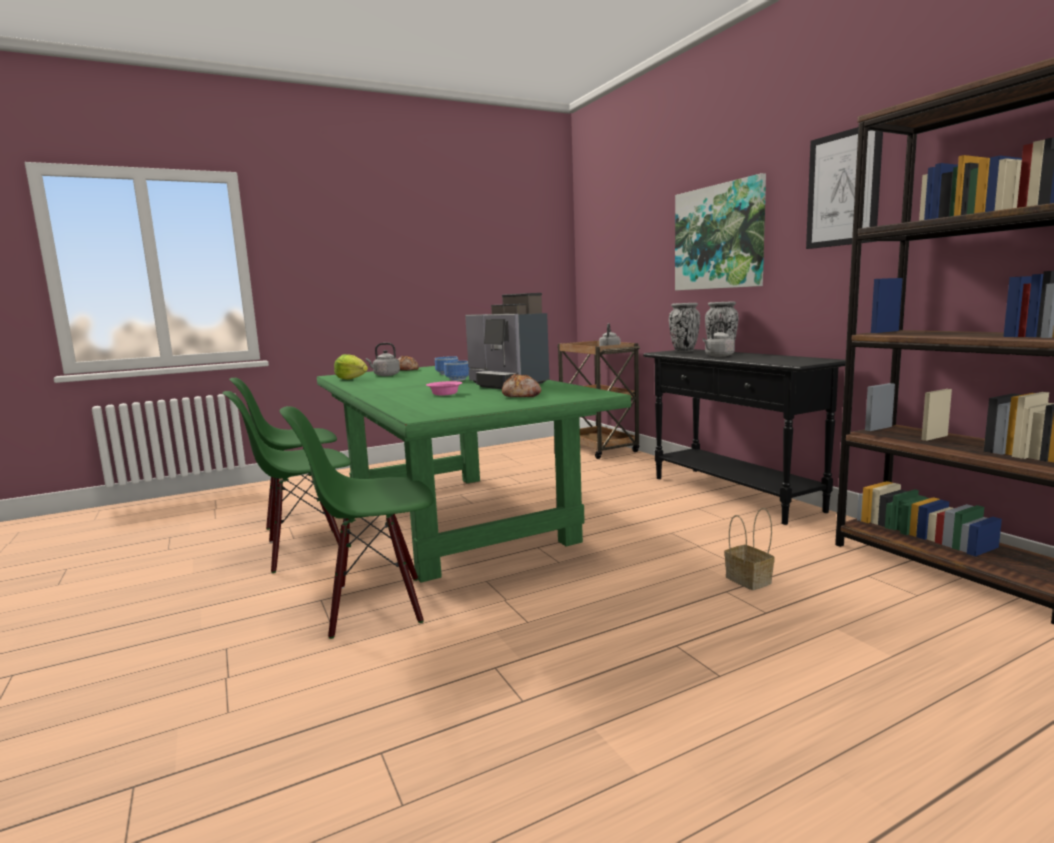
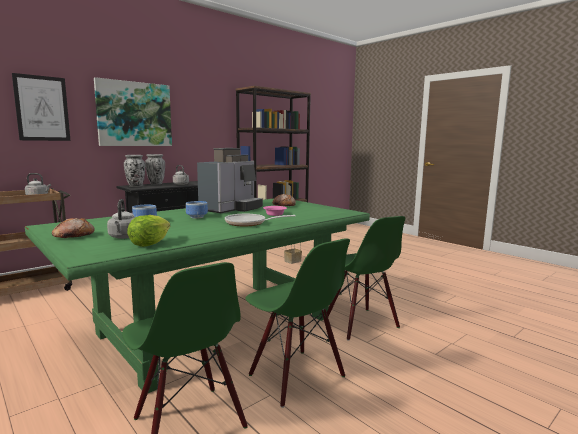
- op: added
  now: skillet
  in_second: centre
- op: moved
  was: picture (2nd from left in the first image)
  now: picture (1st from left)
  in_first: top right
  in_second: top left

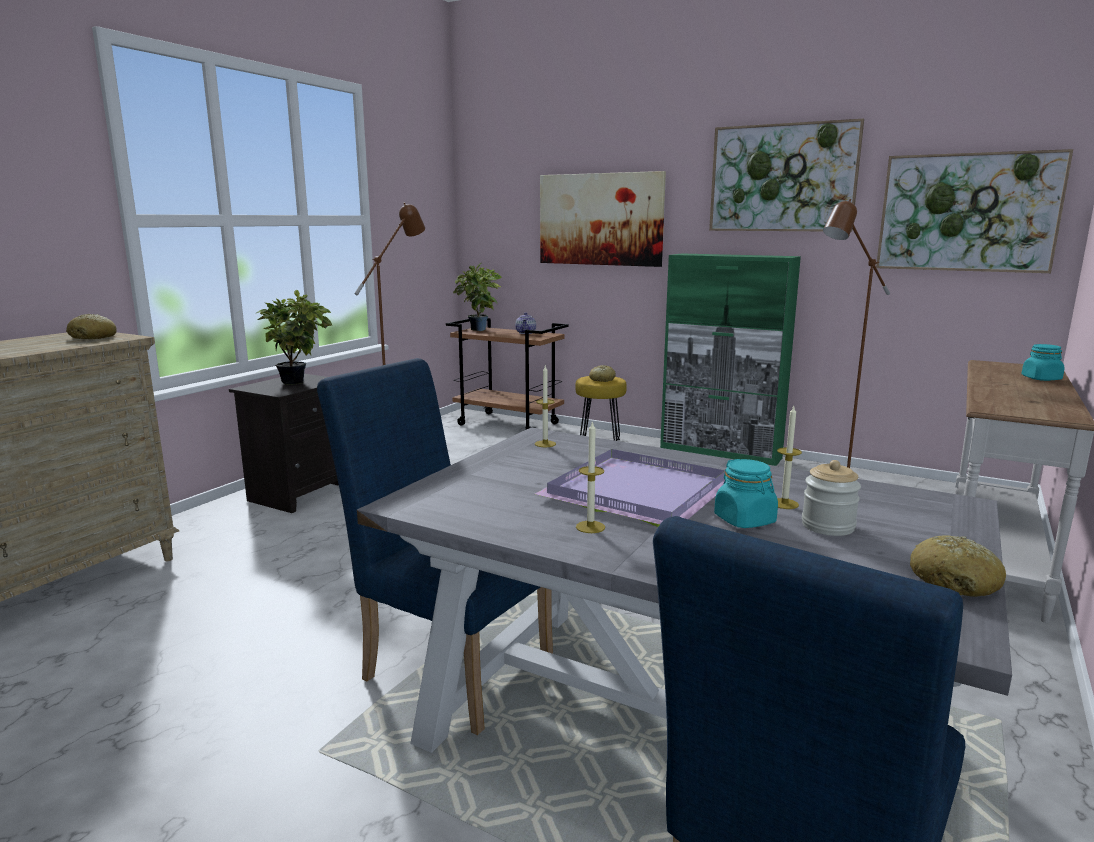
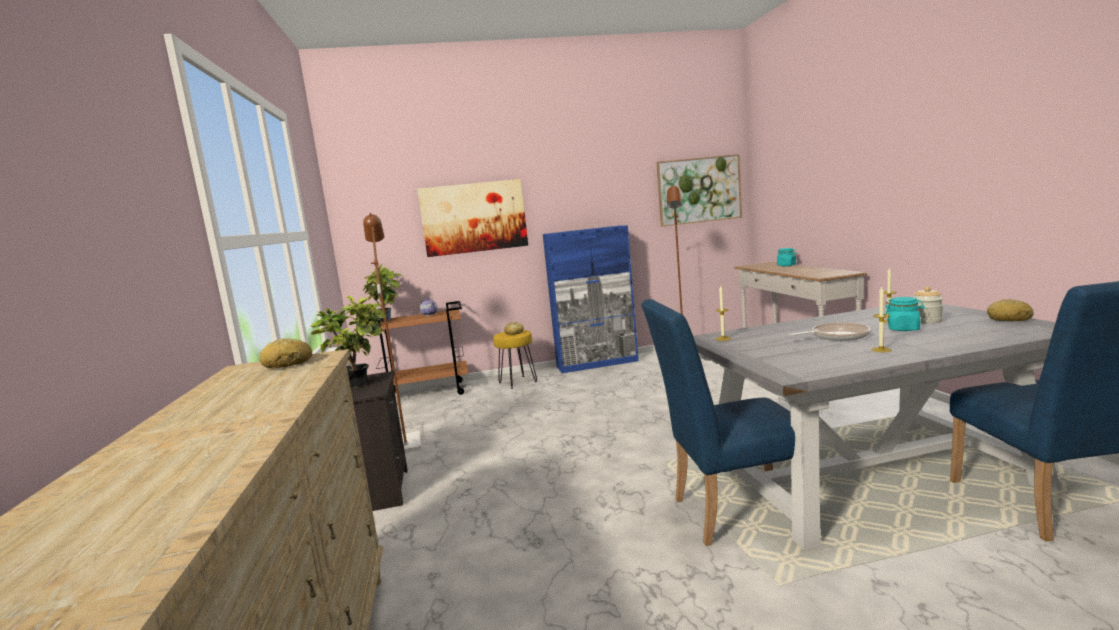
- op: removed
  was: picture (2nd from left)
  in_first: top right
- op: replaced
  was: tray/purplish
  now: skillet
  in_first: centre
  in_second: middle right
- op: recoloured
  was: cupboard/greenish
  now: cupboard/bluish
  in_first: middle right
  in_second: centre

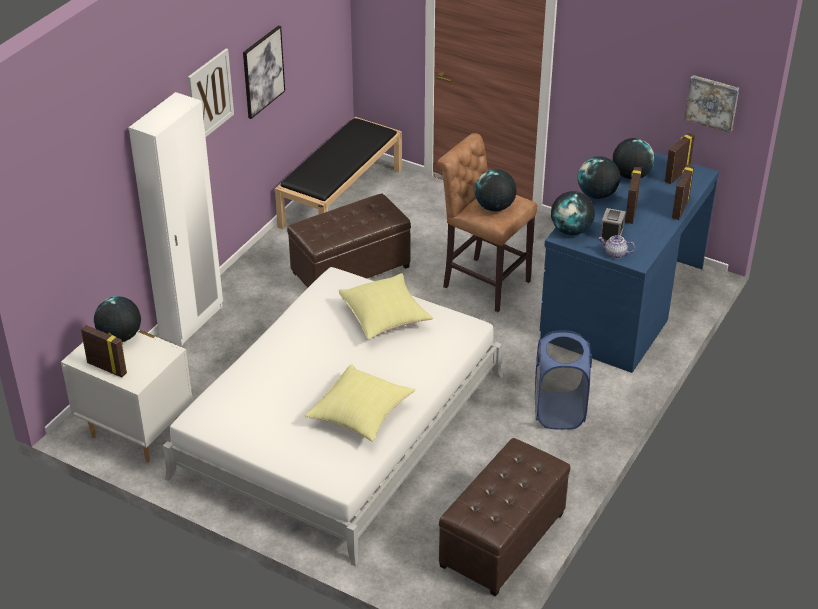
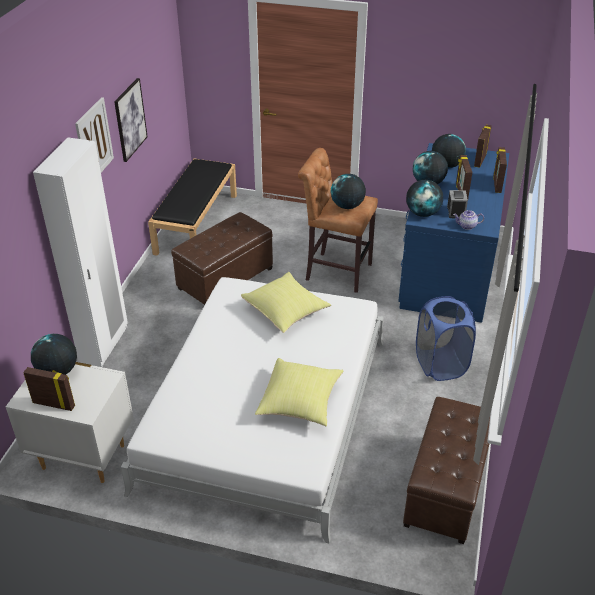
- op: removed
  was: picture (3rd from left)
  in_first: top right

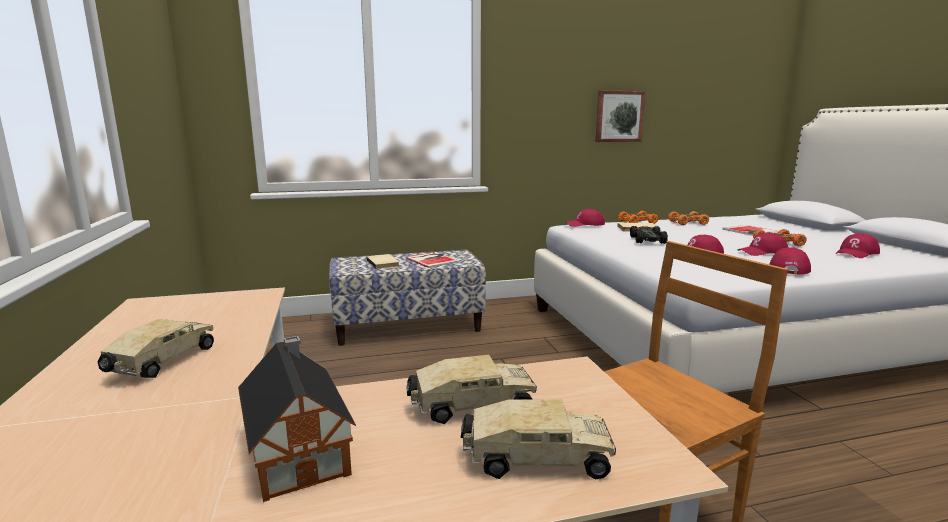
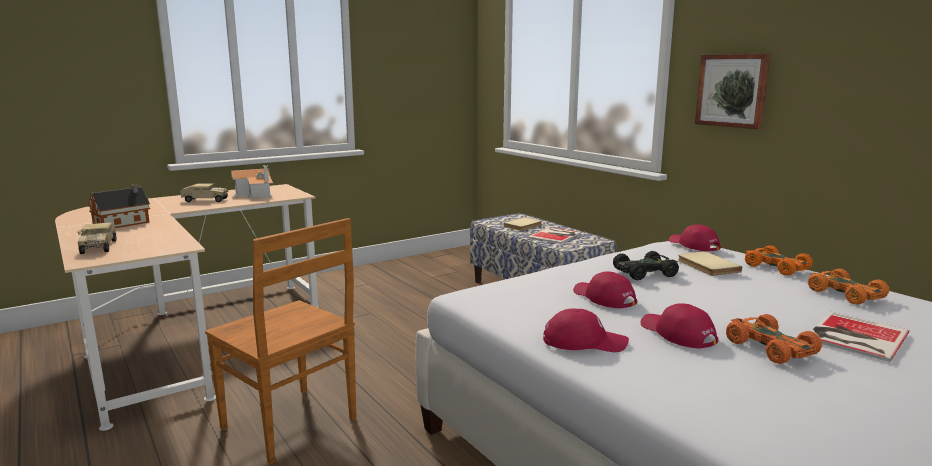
- op: removed
  was: toy truck (2nd from left)
  in_first: bottom centre
- op: removed
  was: cap/red-coloured (5th from left)
  in_first: middle right
- op: added
  now: miniature house (2nd from left)
  in_second: middle left
- op: moved
  was: picture
  in_first: top centre
  in_second: top right

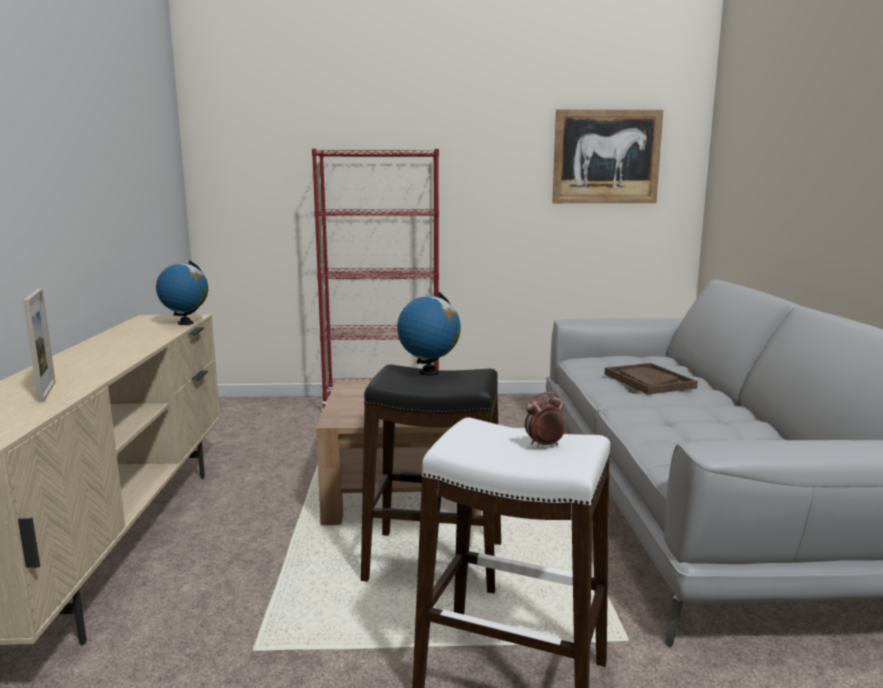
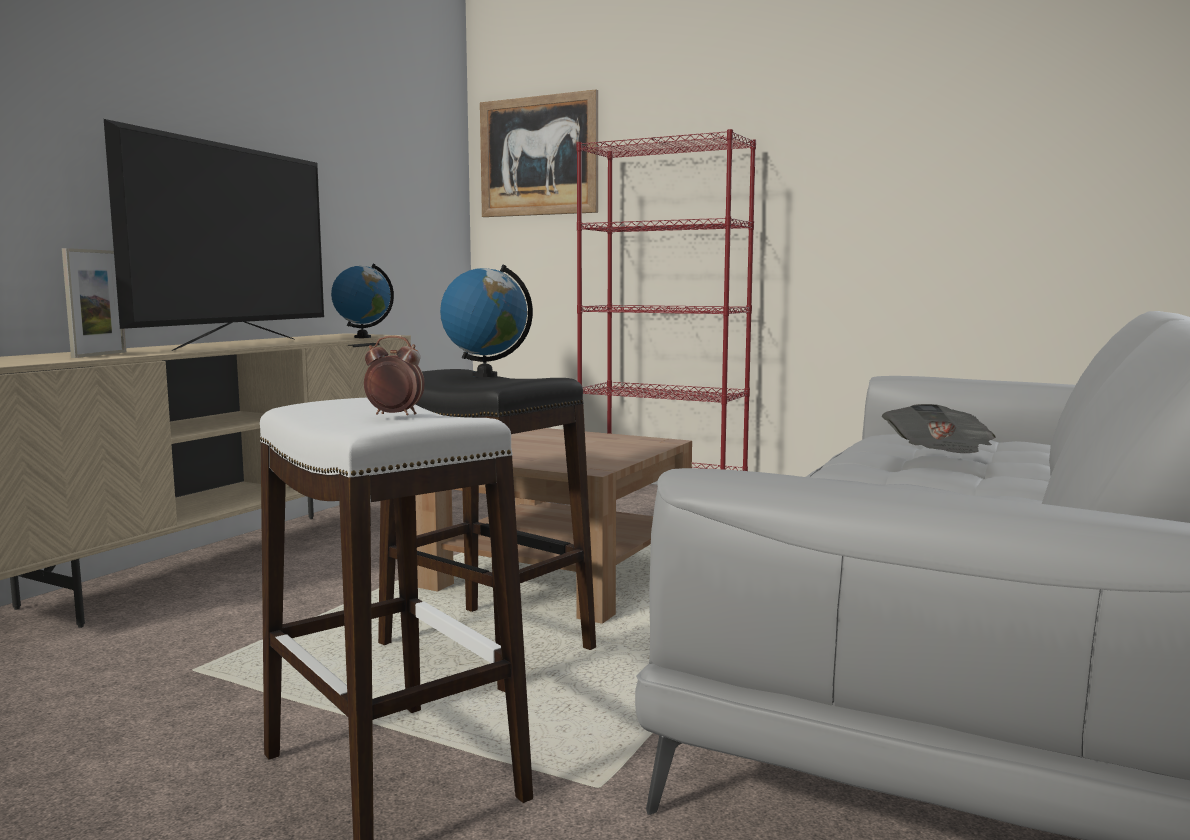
- op: added
  now: television
  in_second: top left
- op: moved
  was: picture
  in_first: top right
  in_second: top centre
- op: replaced
  was: tray/brownish
  now: newspaper
  in_first: middle right
  in_second: middle right

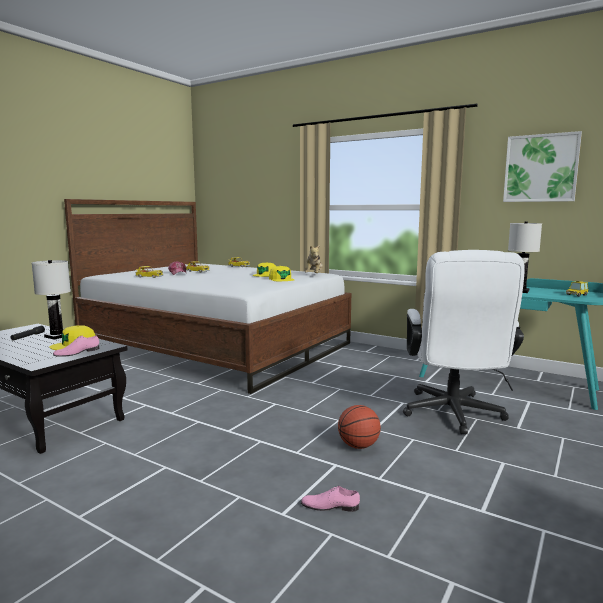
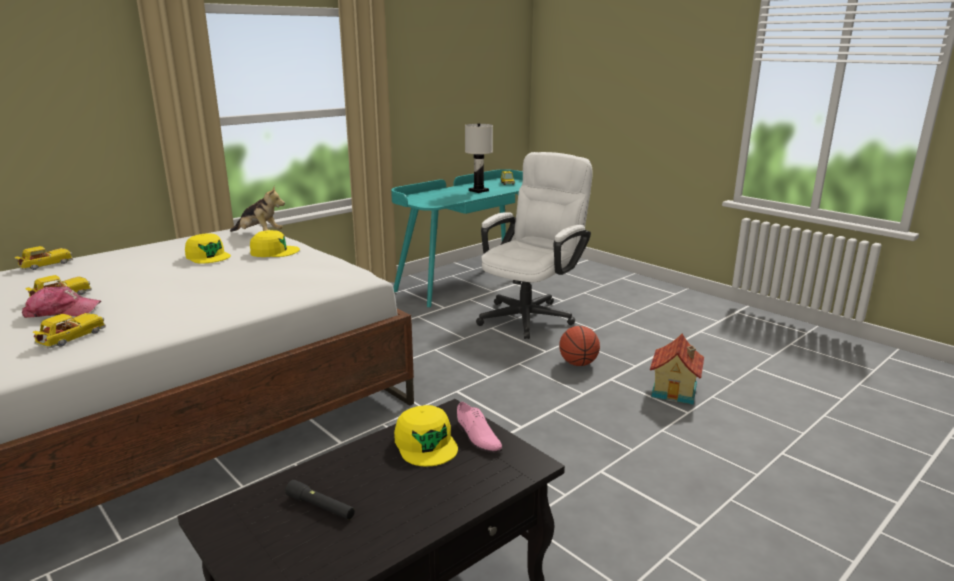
- op: removed
  was: tabletop lamp/whitish (1st from left)
  in_first: middle left
- op: removed
  was: picture
  in_first: top right
- op: replaced
  was: shoe/pink-coloured (2nd from left)
  now: miniature house
  in_first: bottom centre
  in_second: middle right
- op: turned
  was: computer chair/whitish
  in_first: middle right
  in_second: centre
  clockwise: -75

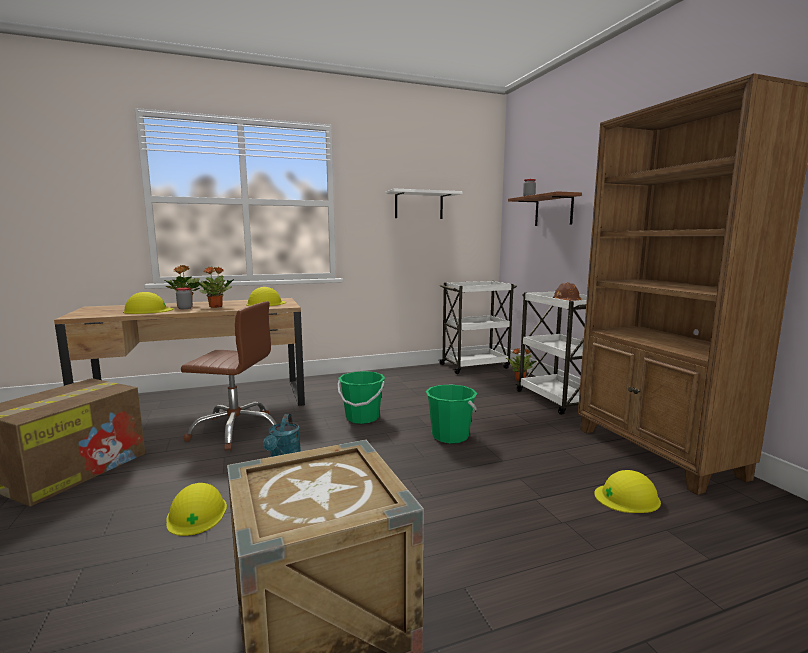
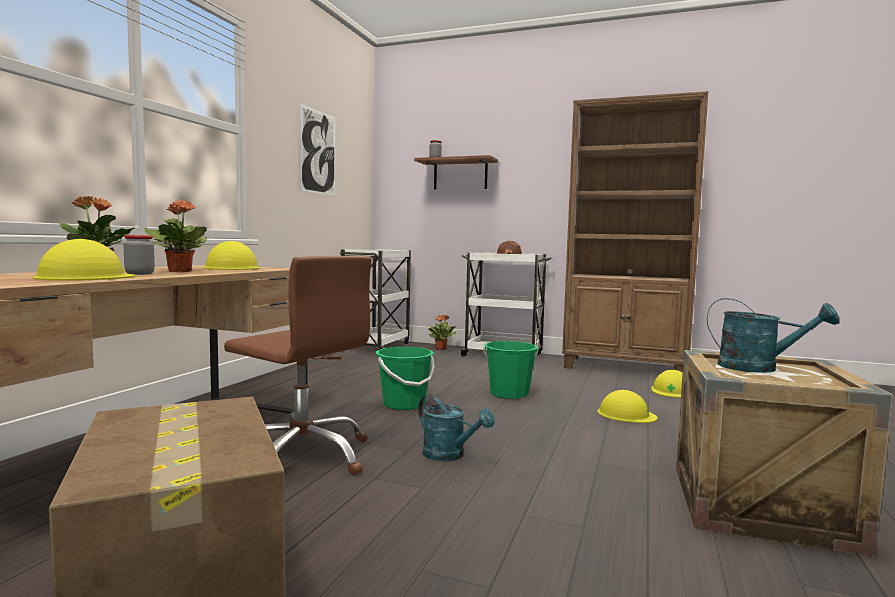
- op: added
  now: watering pot/turquoise (2nd from left)
  in_second: middle right
- op: moved
  was: safety helmet/yellow (2nd from left in the first image)
  now: safety helmet/yellow (3rd from left)
  in_first: bottom left
  in_second: bottom right
- op: replaced
  was: bracket shelf/whitish
  now: picture
  in_first: top centre
  in_second: top centre
- op: turned
  was: computer chair/brownish
  in_first: middle left
  in_second: middle left
  clockwise: 75

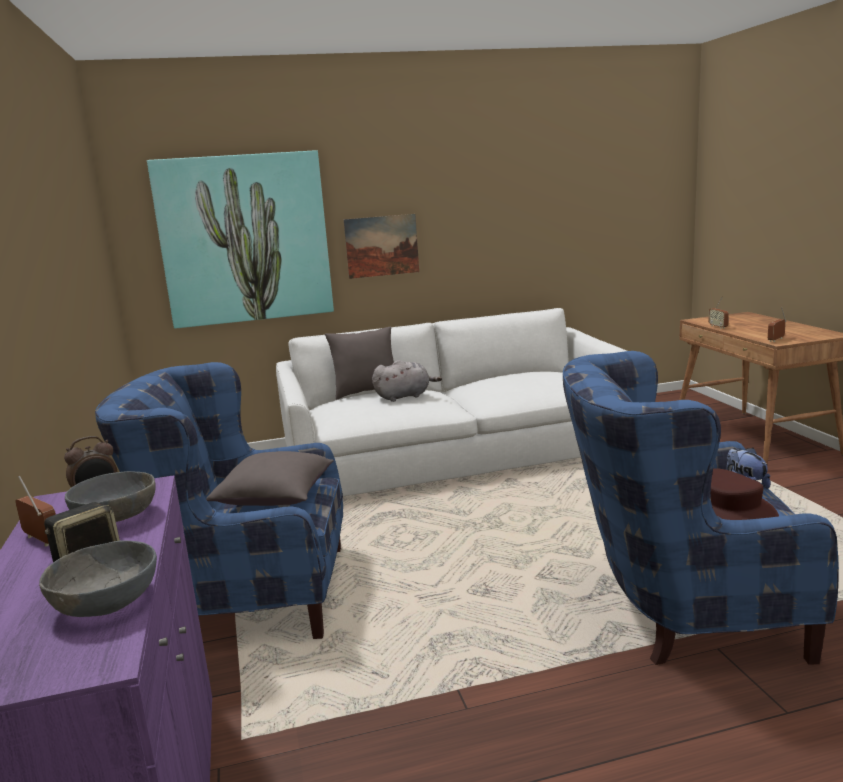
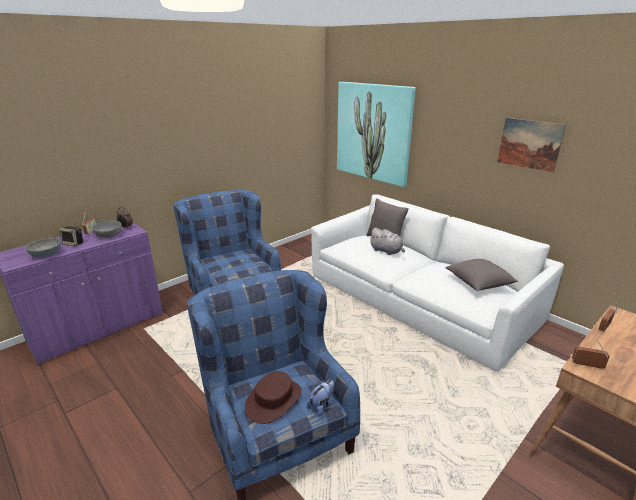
- op: moved
  was: pillow/grey (1st from left in the first image)
  now: pillow/grey (2nd from left)
  in_first: middle left
  in_second: middle right
- op: moved
  was: picture (2nd from left)
  in_first: top centre
  in_second: top right

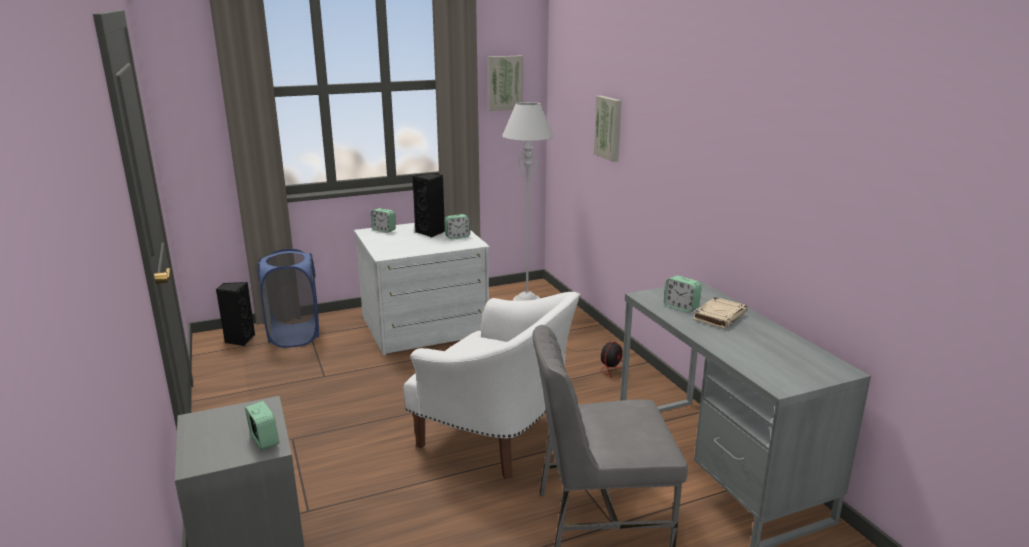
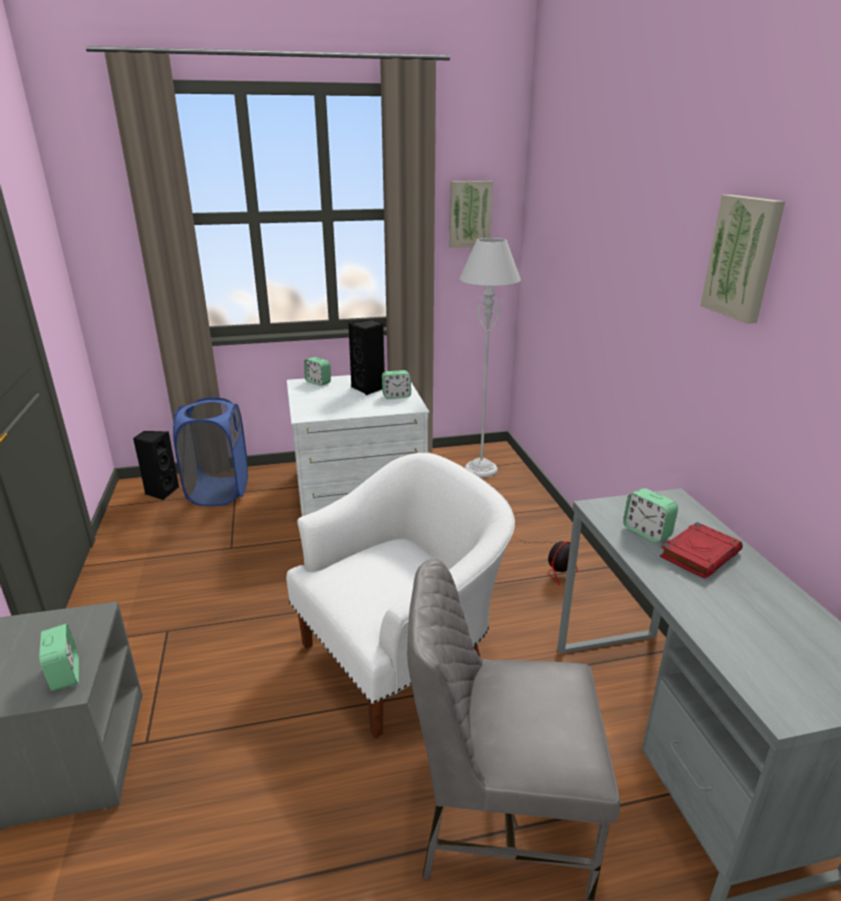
- op: moved
  was: picture (2nd from left)
  in_first: top centre
  in_second: top right
- op: recoloured
  was: book/beige
  now: book/red-coloured
  in_first: middle right
  in_second: middle right
- op: turned
  was: easy chair/whitish
  in_first: bottom centre
  in_second: centre
  clockwise: -75

